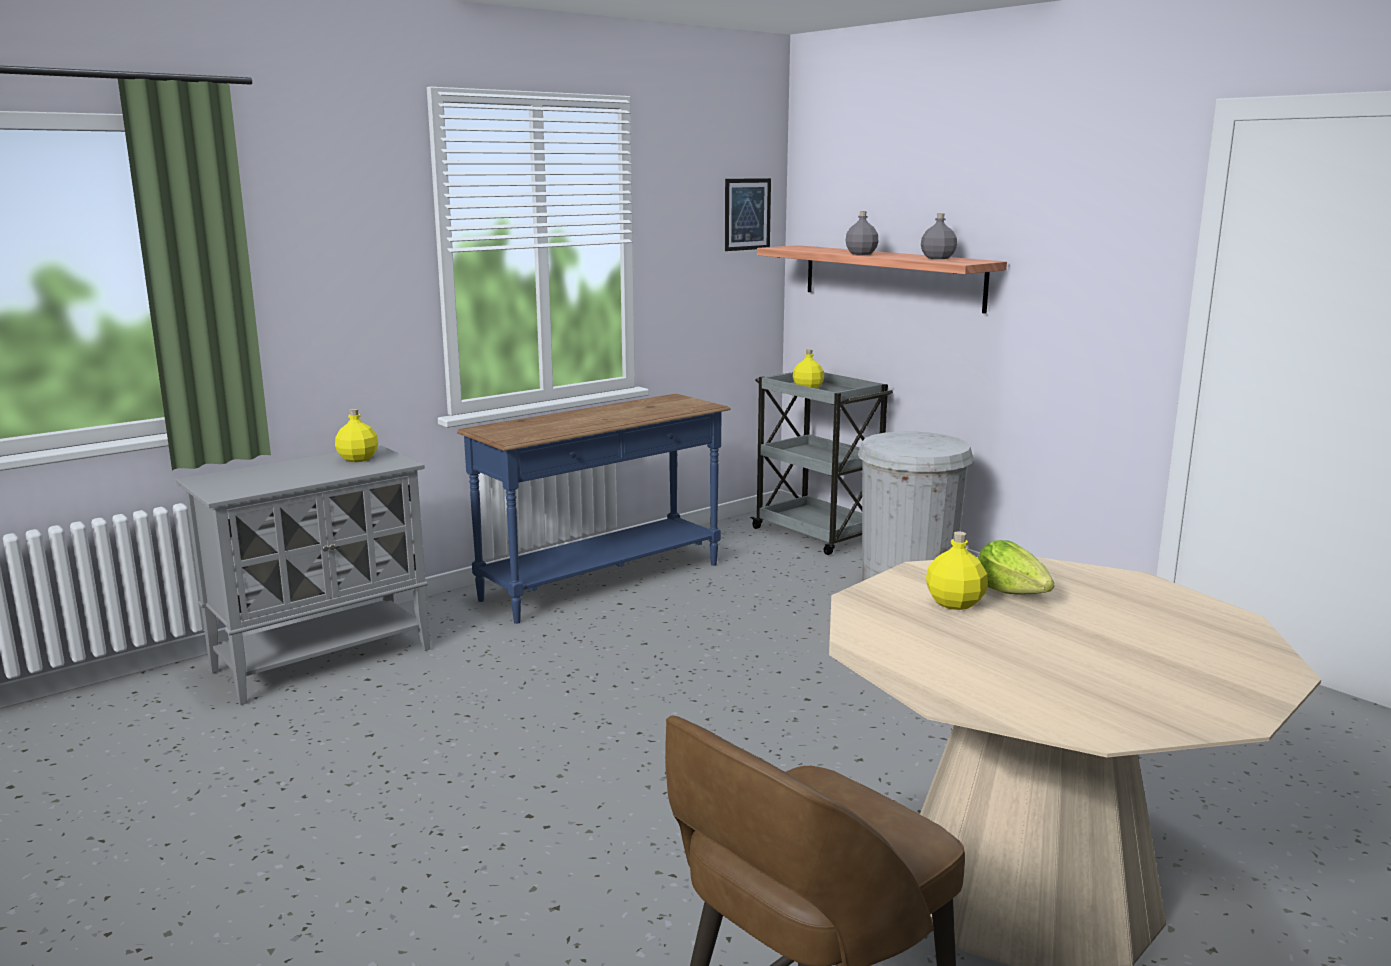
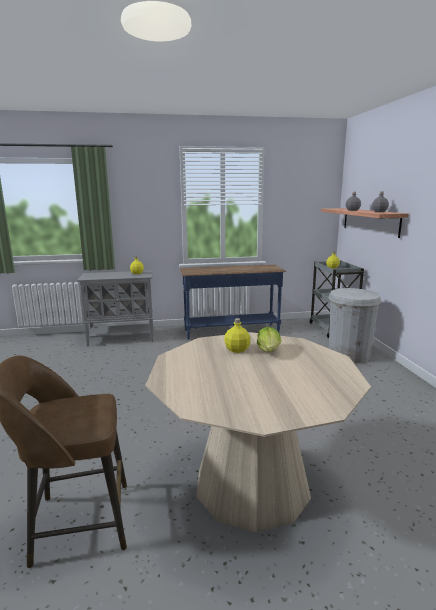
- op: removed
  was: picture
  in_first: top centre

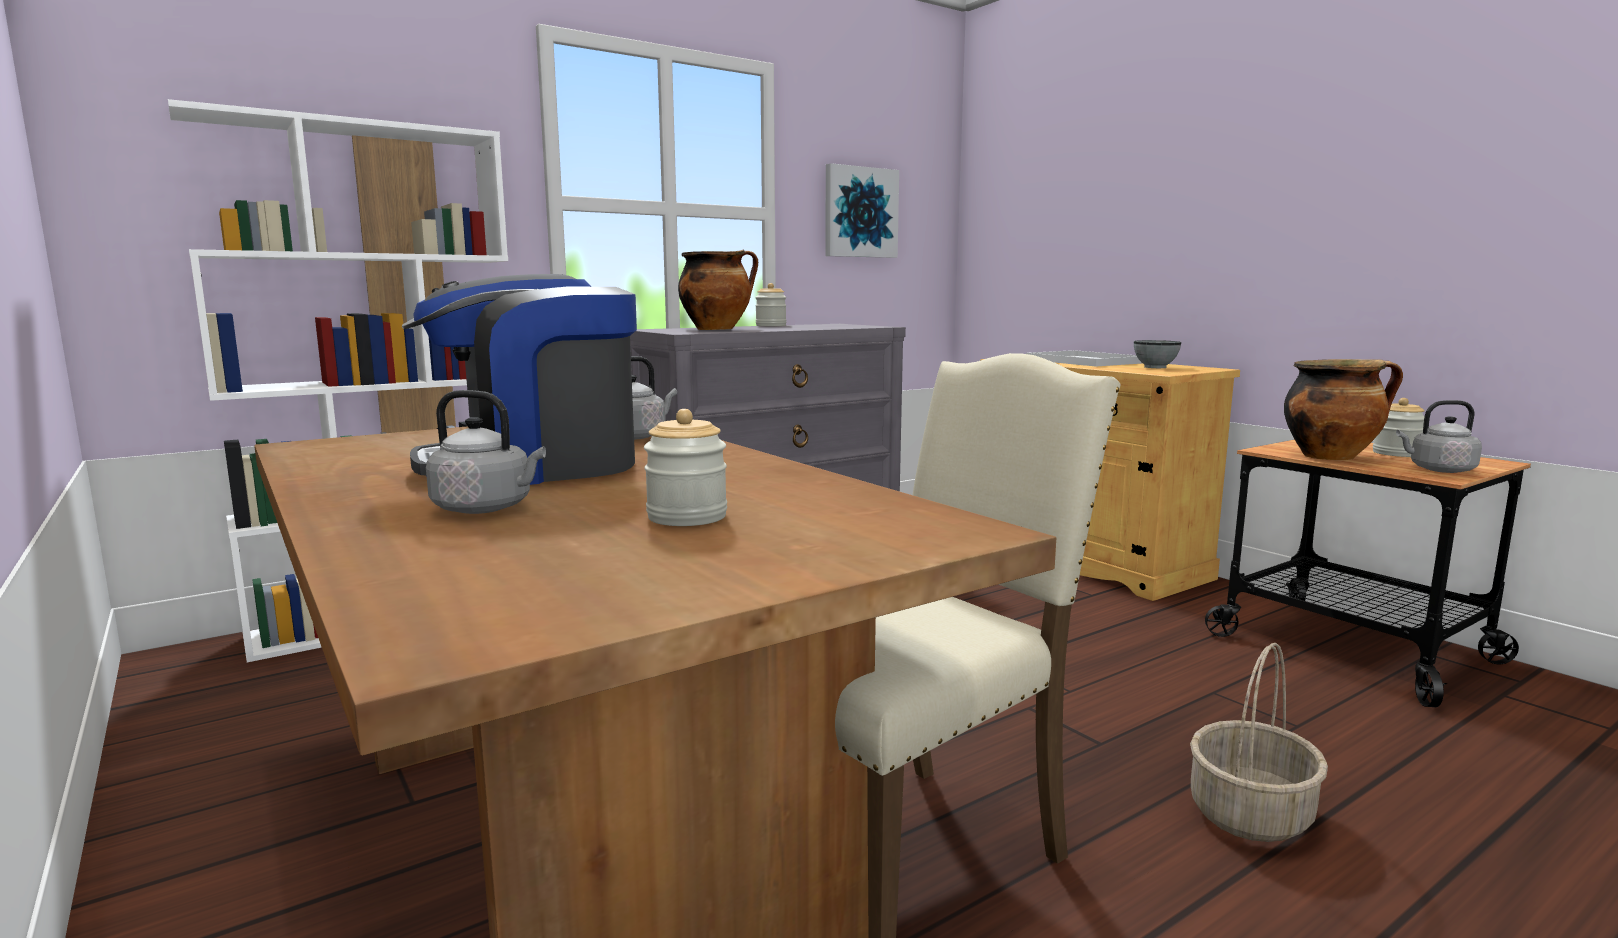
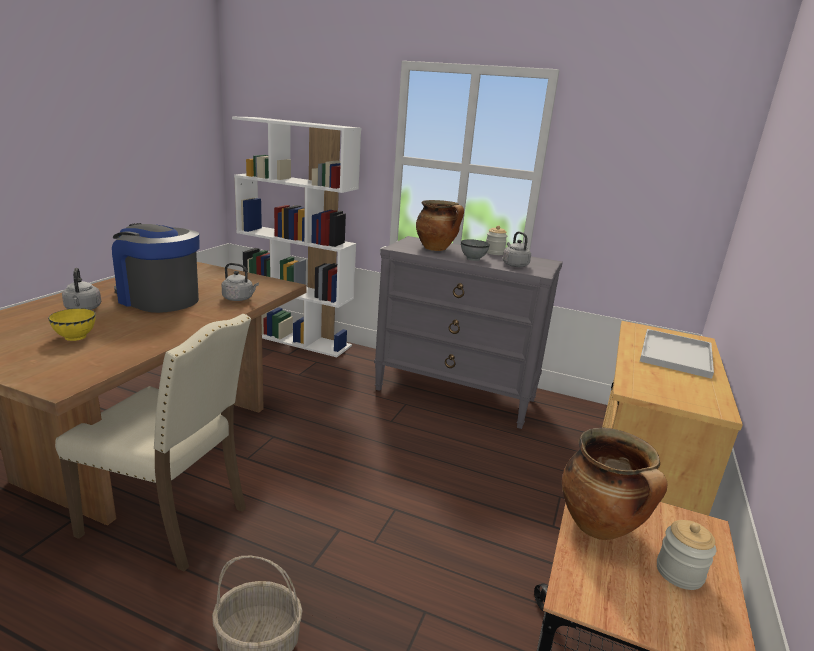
- op: removed
  was: picture
  in_first: top centre
- op: moved
  was: serving bowl/grey
  in_first: middle right
  in_second: centre
- op: moved
  was: kettle/grey (3rd from left)
  in_first: middle right
  in_second: centre
- op: replaced
  was: storage jar (1st from left)
  now: serving bowl/yellow
  in_first: centre
  in_second: middle left

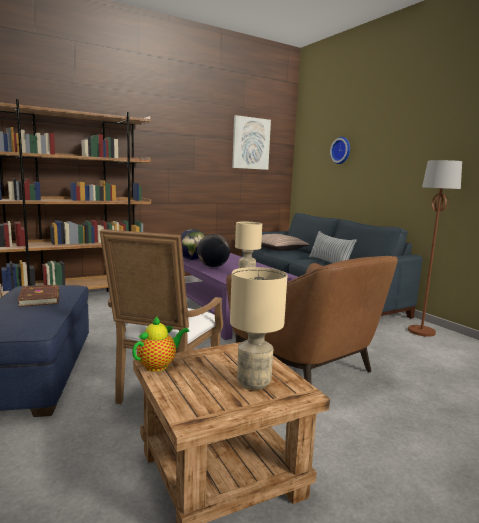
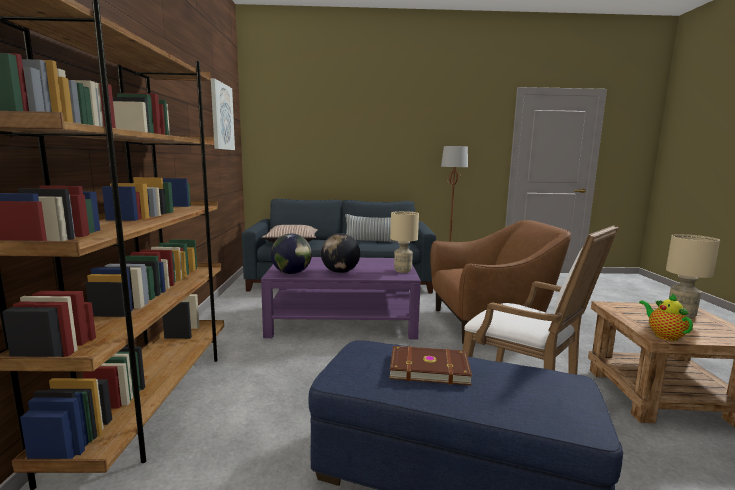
- op: removed
  was: wall clock
  in_first: top right

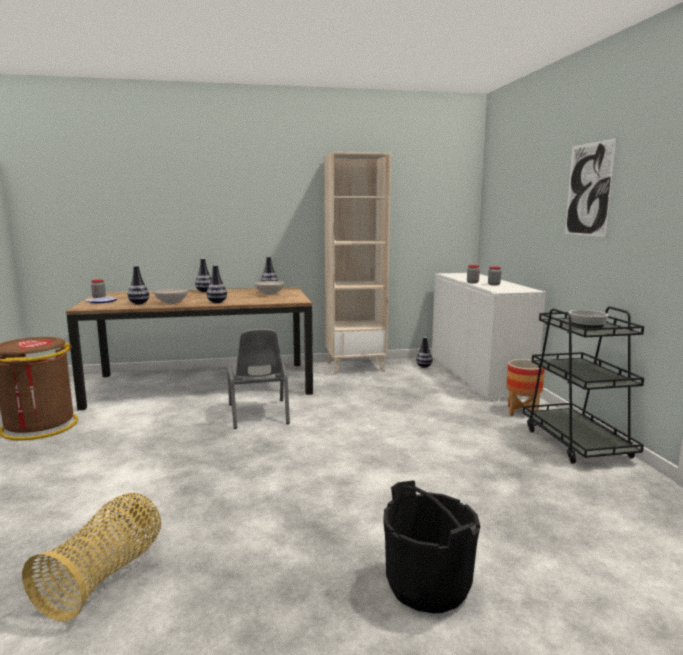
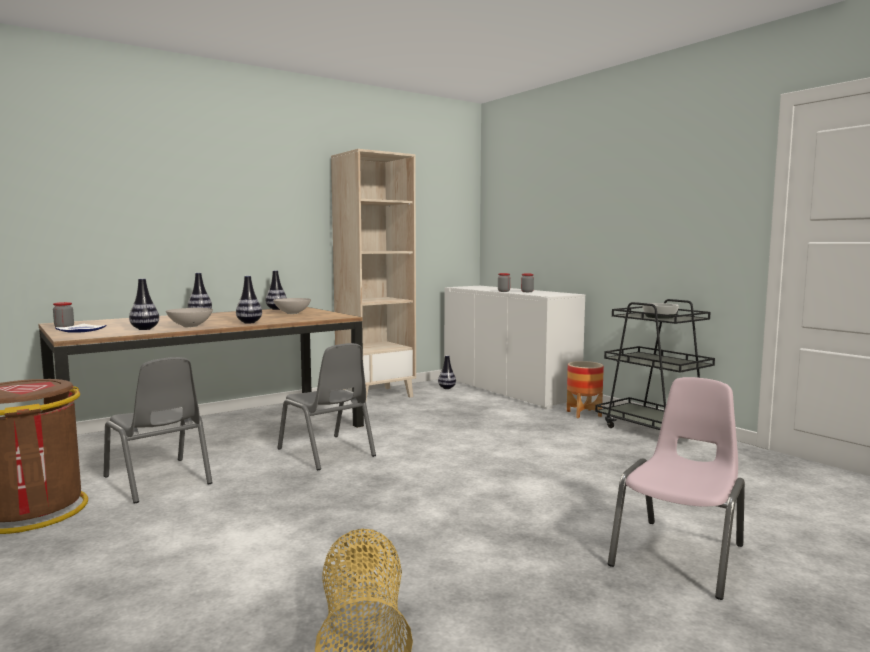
- op: removed
  was: picture
  in_first: top right
- op: added
  now: upright chair/grey (1st from left)
  in_second: middle left
- op: replaced
  was: pail/black
  now: upright chair/pink-coloured
  in_first: bottom centre
  in_second: bottom right

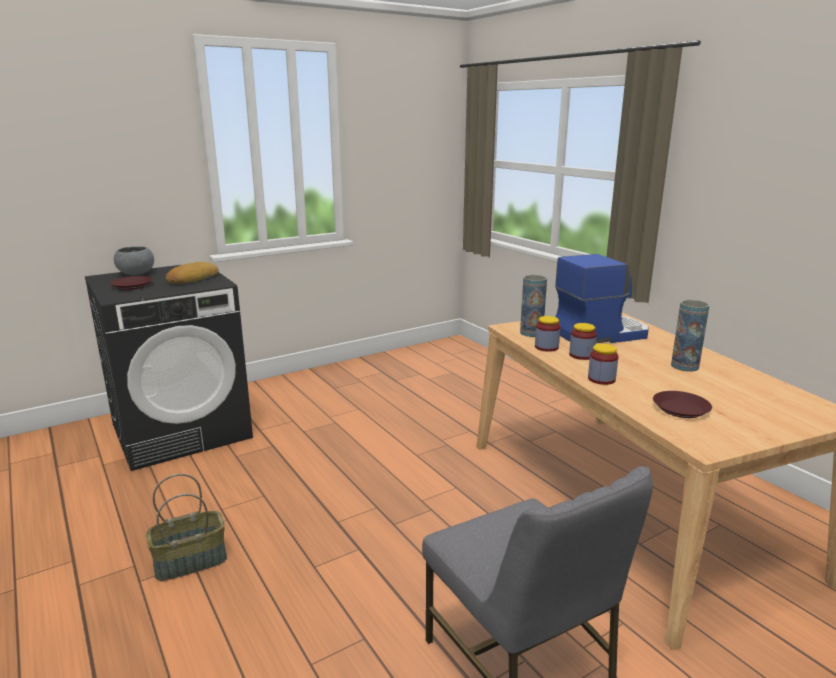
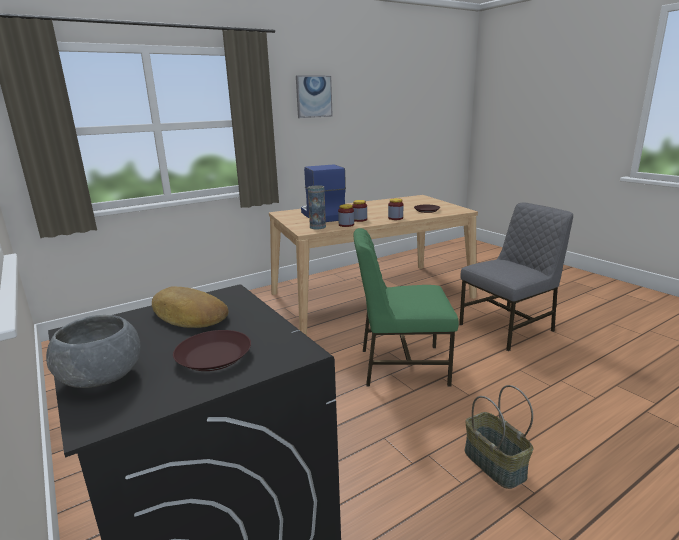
- op: removed
  was: vase (2nd from left)
  in_first: middle right
- op: added
  now: picture
  in_second: top centre
- op: added
  now: upright chair/greenish
  in_second: centre

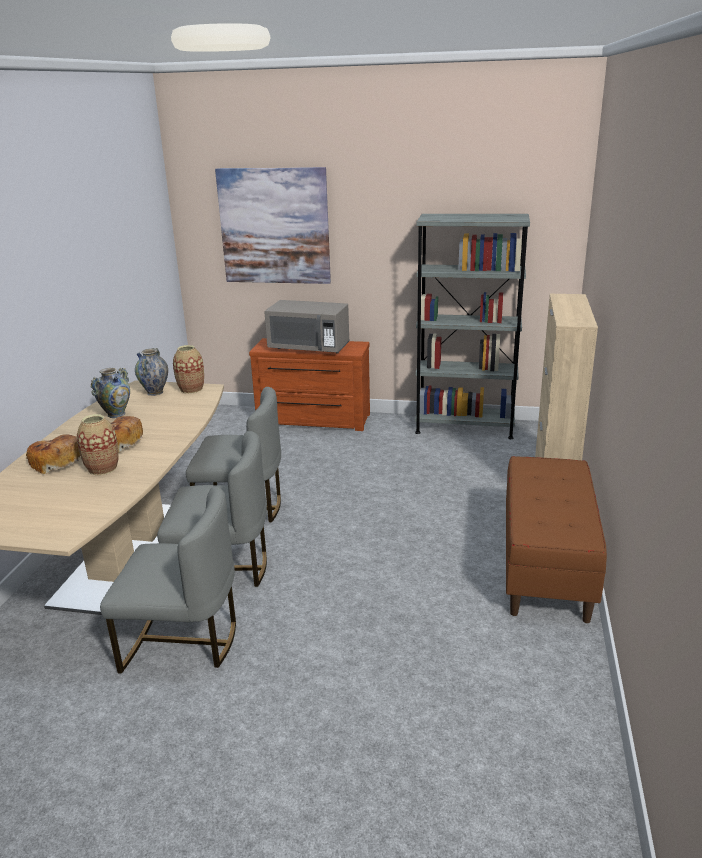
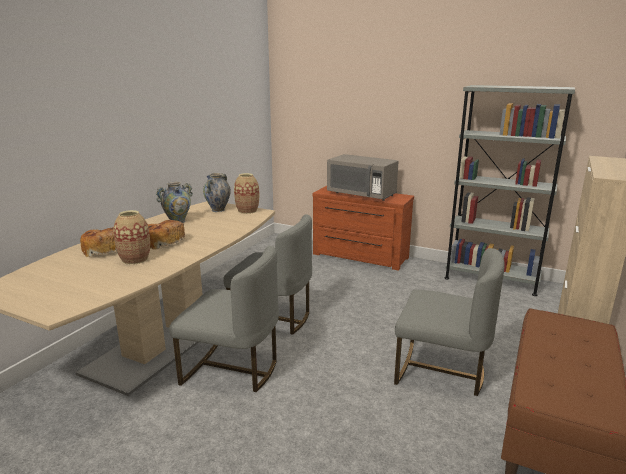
- op: removed
  was: picture
  in_first: top centre
- op: moved
  was: upright chair/grey (1st from left in the first image)
  now: upright chair/grey (3rd from left)
  in_first: bottom left
  in_second: bottom right

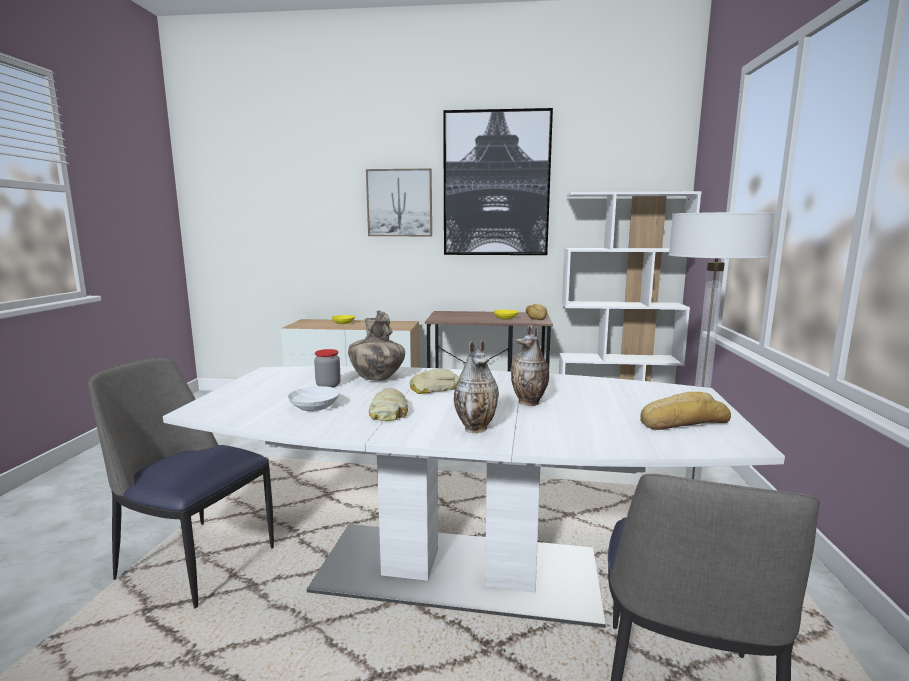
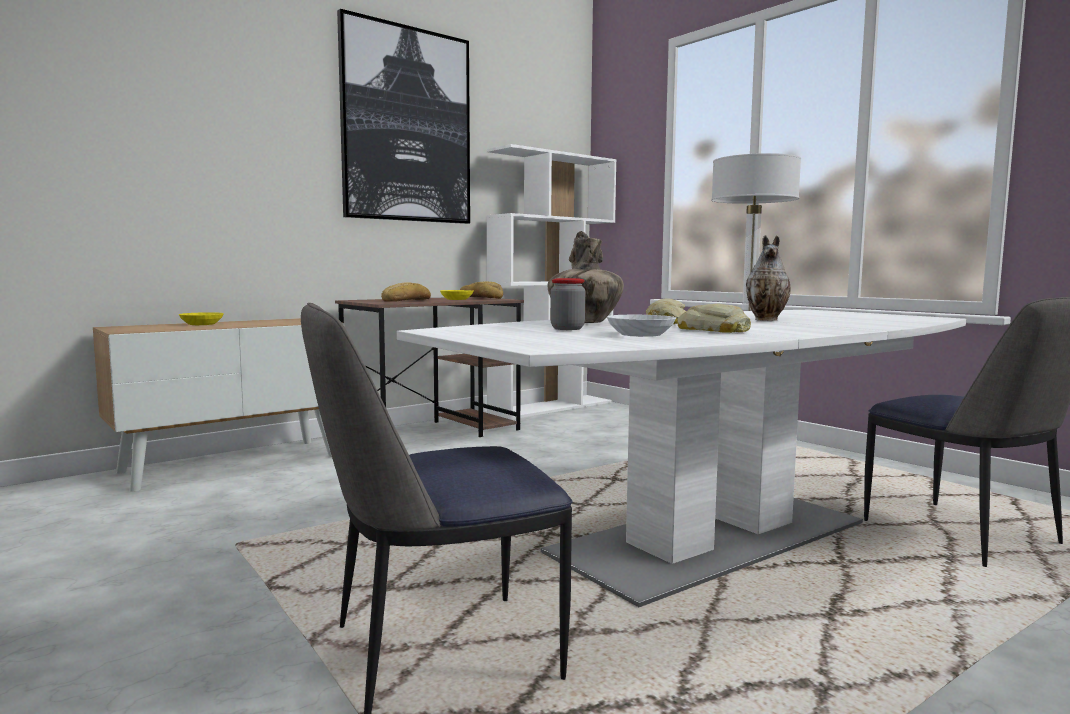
- op: removed
  was: picture (1st from left)
  in_first: top centre
- op: removed
  was: vase (2nd from left)
  in_first: centre
- op: moved
  was: baked bread (4th from left in the first image)
  now: baked bread (1st from left)
  in_first: middle right
  in_second: centre

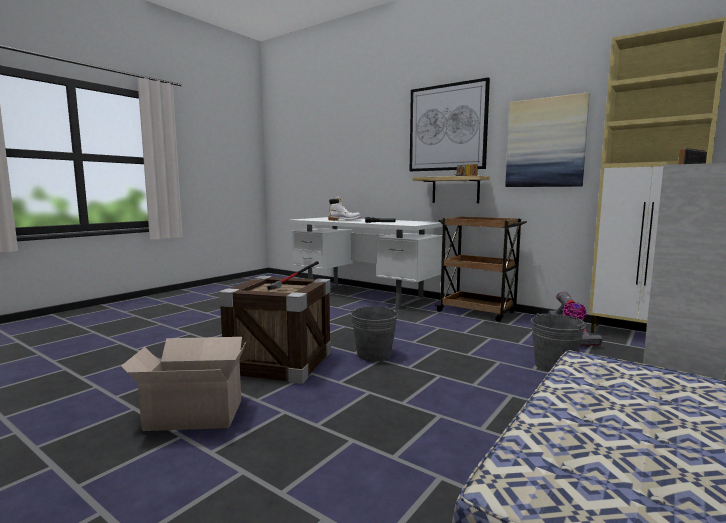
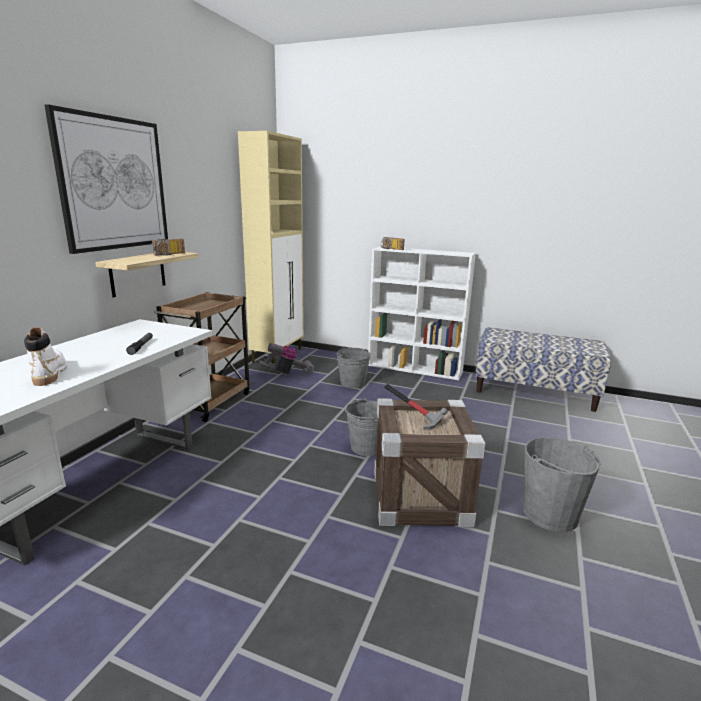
- op: removed
  was: picture (2nd from left)
  in_first: top right
- op: replaced
  was: carton
  now: pail/grey (3rd from left)
  in_first: bottom left
  in_second: bottom right

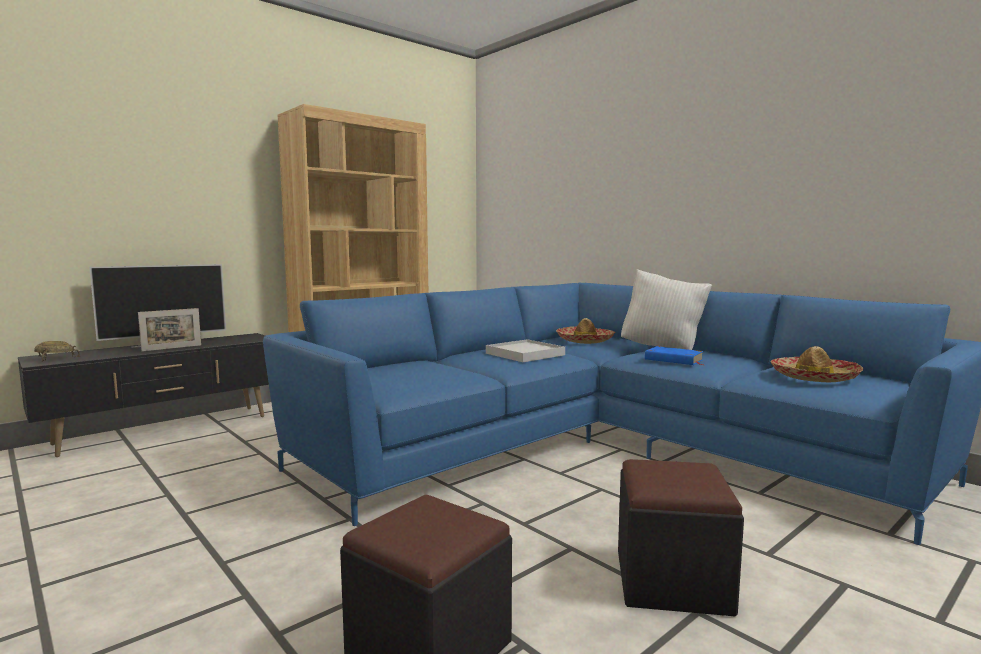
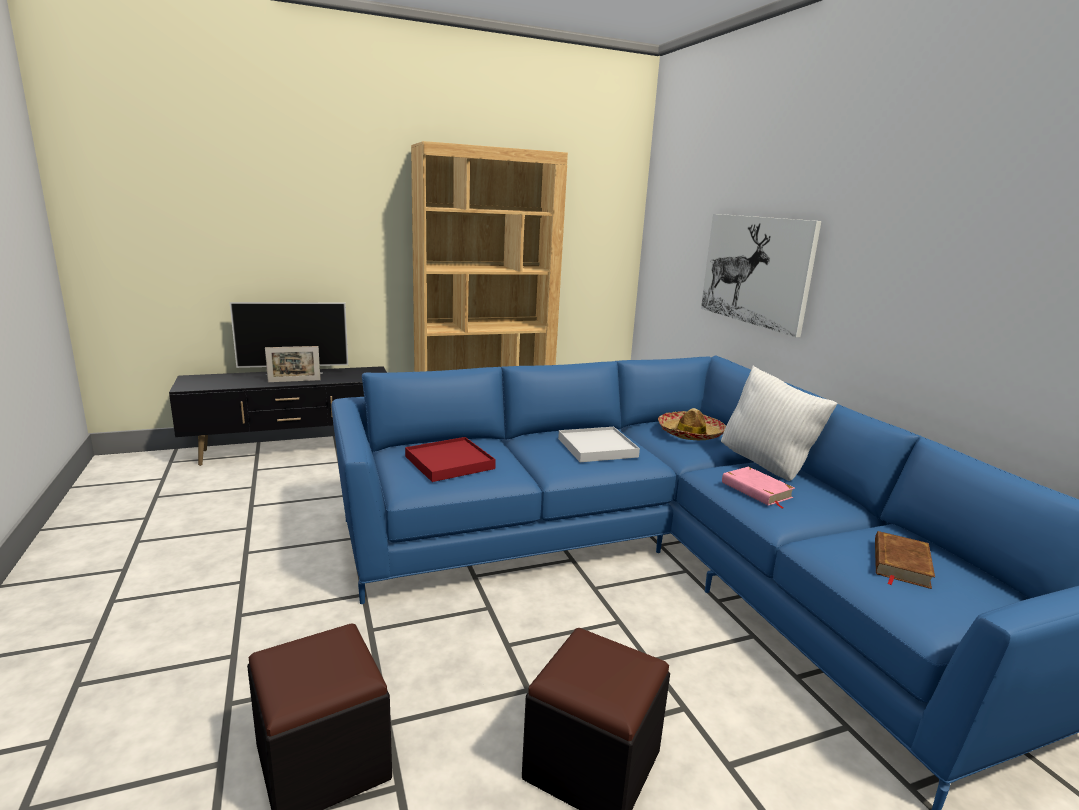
- op: removed
  was: serving bowl/beige
  in_first: middle left
- op: added
  now: tray/red-coloured
  in_second: centre
- op: added
  now: picture
  in_second: middle right
- op: replaced
  was: hat (2nd from left)
  now: book/brownish
  in_first: middle right
  in_second: bottom right
- op: recoloured
  was: book/bluish
  now: book/pink-coloured
  in_first: middle right
  in_second: middle right

